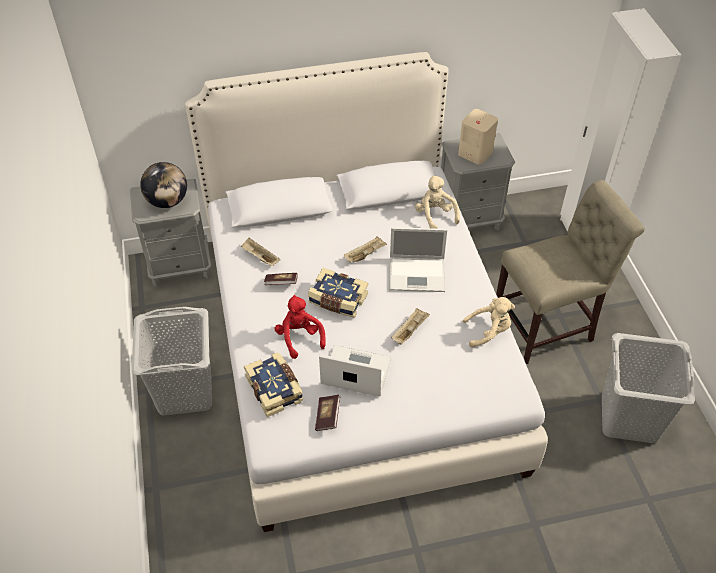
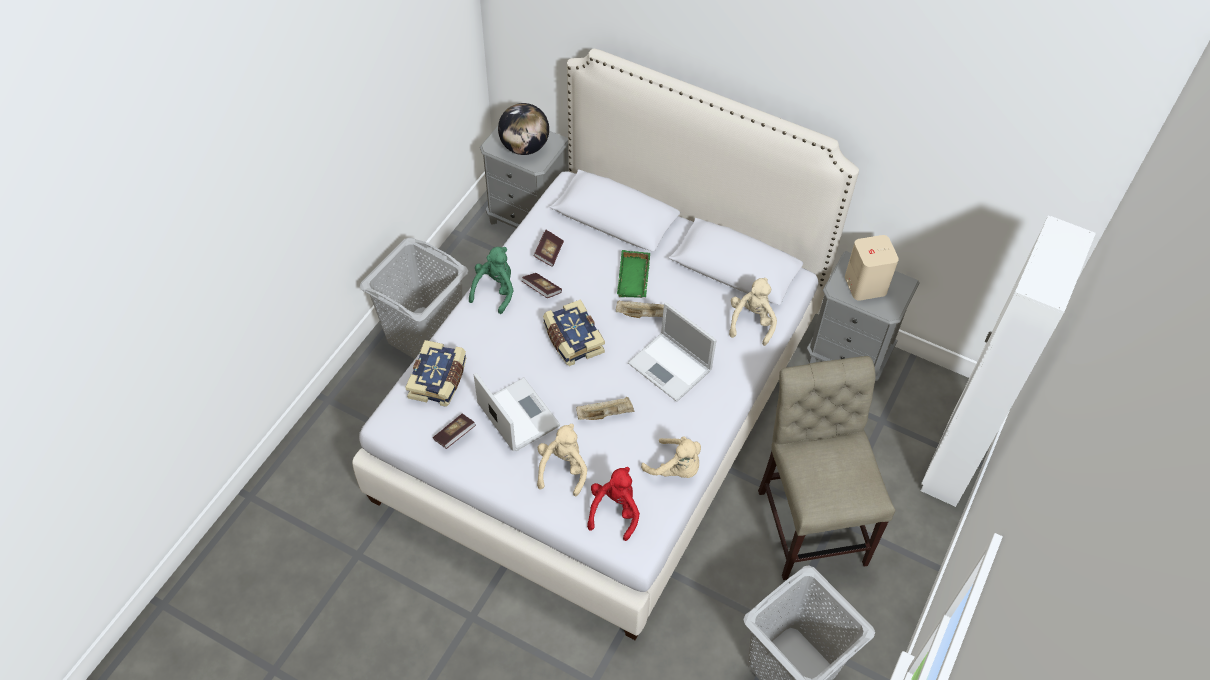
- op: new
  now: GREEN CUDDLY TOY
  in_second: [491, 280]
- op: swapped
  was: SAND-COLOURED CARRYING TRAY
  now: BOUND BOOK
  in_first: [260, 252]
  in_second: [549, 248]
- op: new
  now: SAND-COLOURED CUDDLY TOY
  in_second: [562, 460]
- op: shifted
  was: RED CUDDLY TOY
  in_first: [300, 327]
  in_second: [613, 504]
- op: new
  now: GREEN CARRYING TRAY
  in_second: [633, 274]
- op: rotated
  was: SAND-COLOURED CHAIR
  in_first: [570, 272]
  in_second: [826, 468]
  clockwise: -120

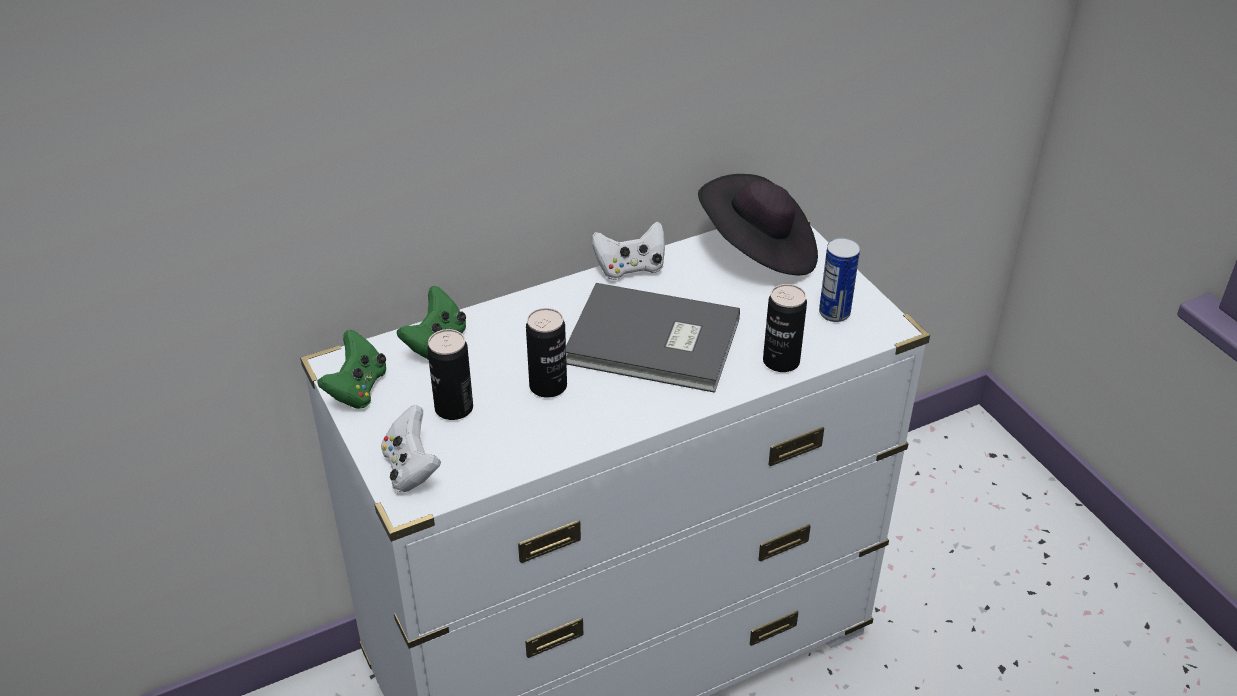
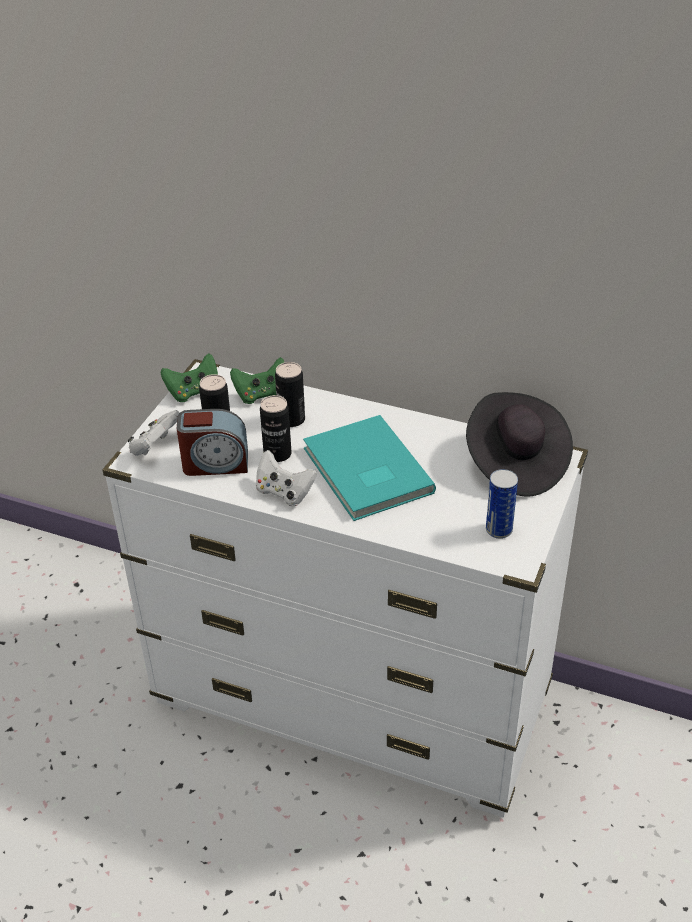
- op: new
  now: BEDSIDE CLOCK
  in_second: [212, 442]
- op: shifted
  was: WHITISH JOYPAD
  in_first: [628, 250]
  in_second: [286, 478]
- op: shifted
  was: SEALED CAN
  in_first: [785, 328]
  in_second: [290, 394]
- op: repainted
  was: GREYISH BOUND BOOK
  now: TURQUOISE BOUND BOOK
  in_first: [653, 338]
  in_second: [369, 468]

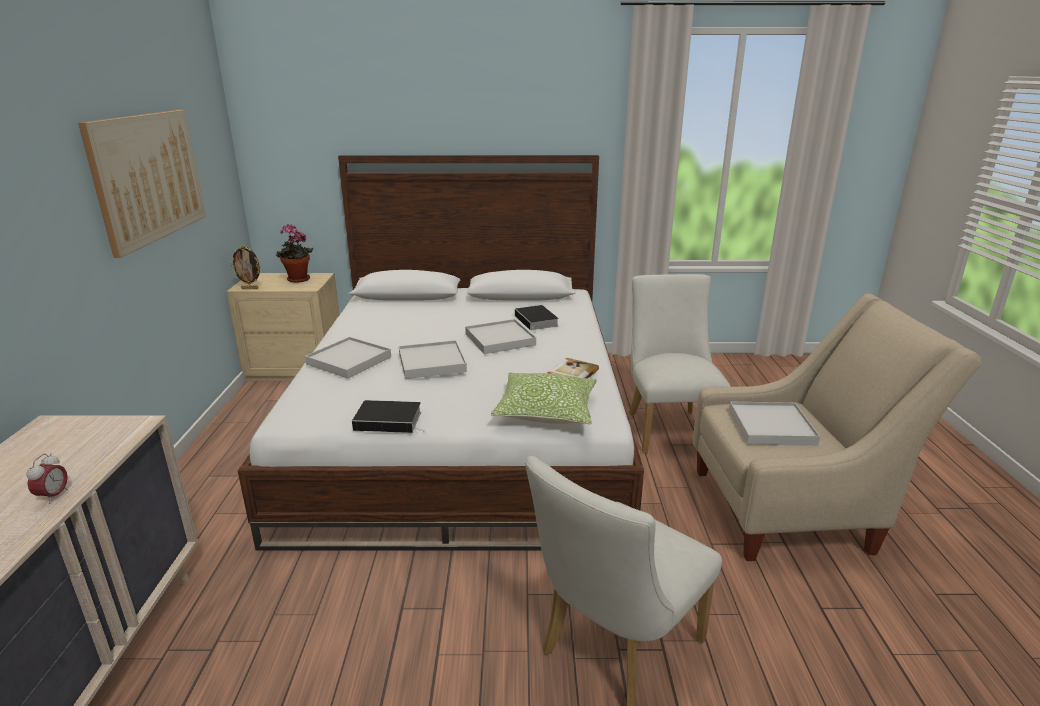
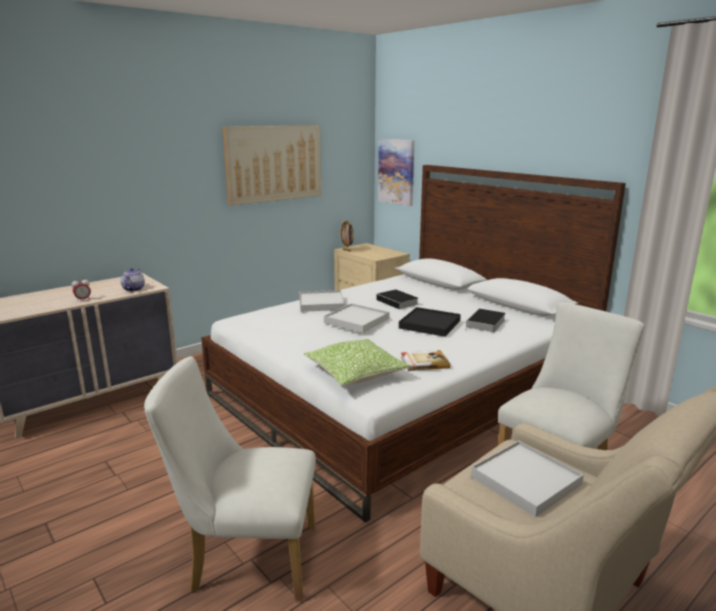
- op: new
  now: TEAPOT
  in_second: [132, 279]
- op: shifted
  was: BOUND BOOK
  in_first: [389, 416]
  in_second: [397, 300]
- op: new
  now: WALL ART
  in_second: [396, 172]
- op: repainted
  was: WHITISH CARRYING TRAY
  now: BLACK CARRYING TRAY
  in_first: [500, 336]
  in_second: [430, 322]
- op: gone
  was: HOUSEPLANT
  in_first: [294, 253]

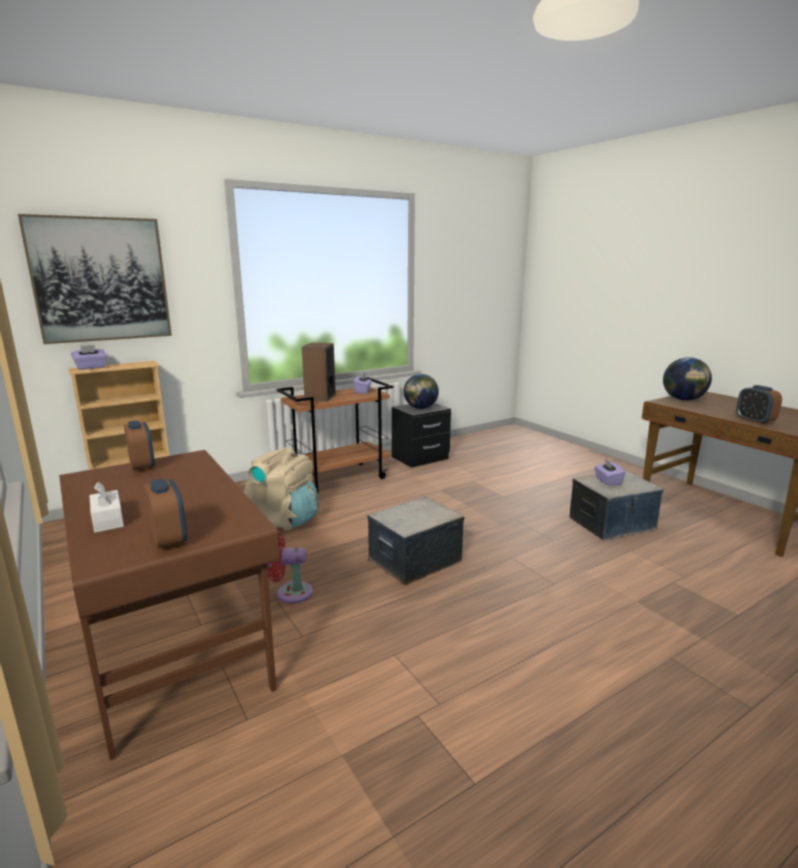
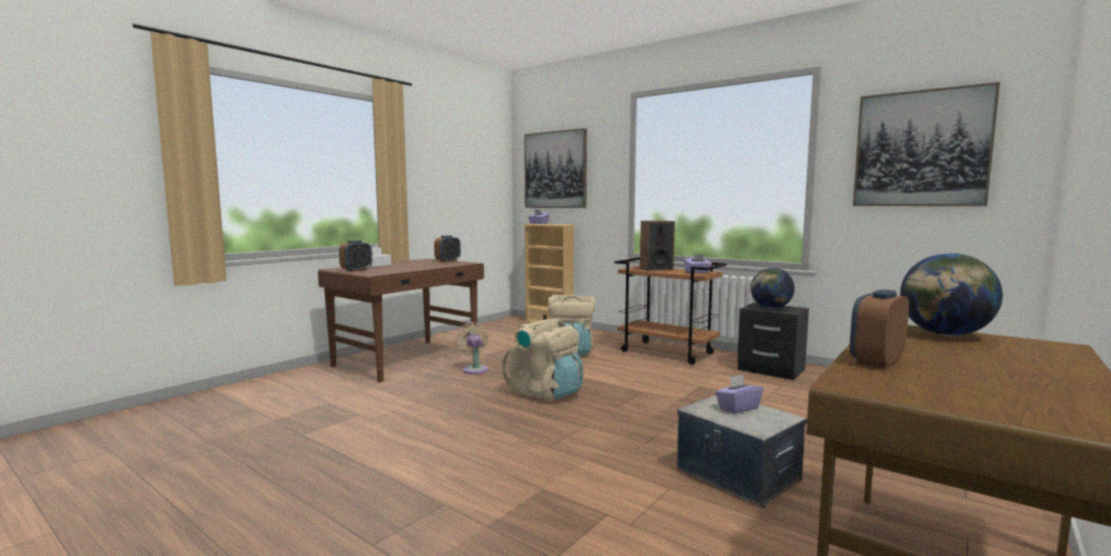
- op: repainted
  was: RED FAN
  now: SAND-COLOURED FAN
  in_first: [290, 568]
  in_second: [471, 348]
- op: swapped
  was: STORAGE BOX
  now: SAND-COLOURED KNAPSACK
  in_first: [415, 540]
  in_second: [542, 360]
- op: new
  now: WALL ART
  in_second: [926, 144]

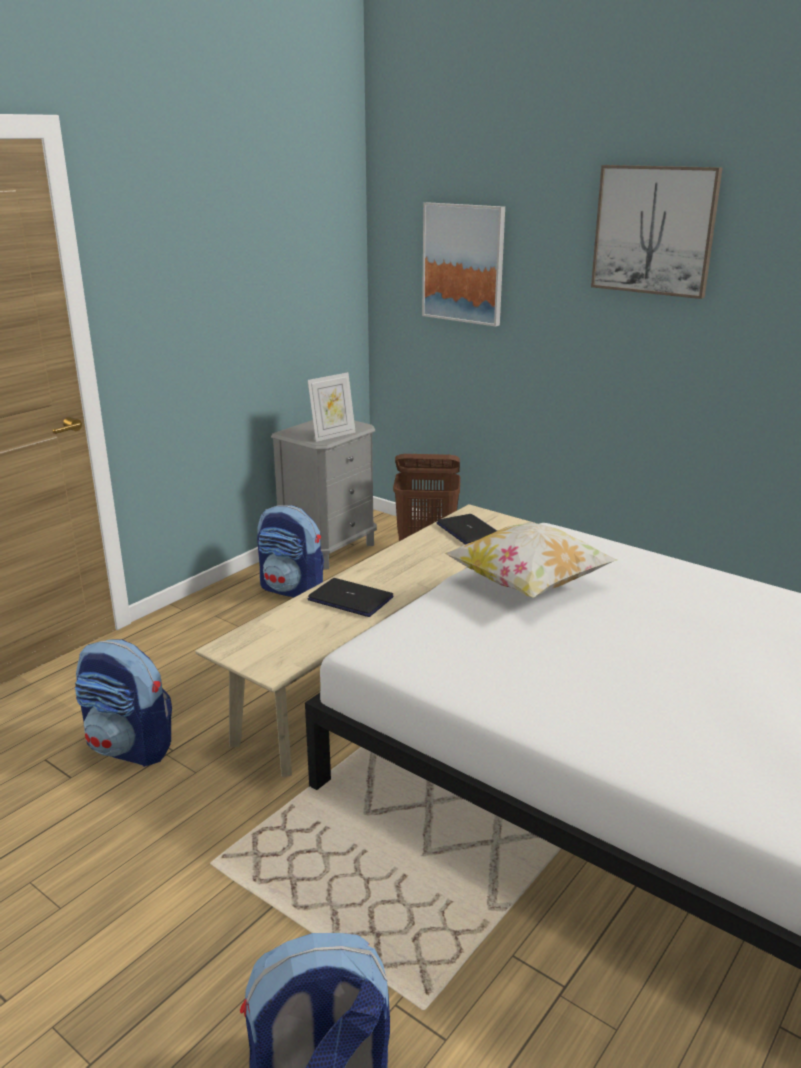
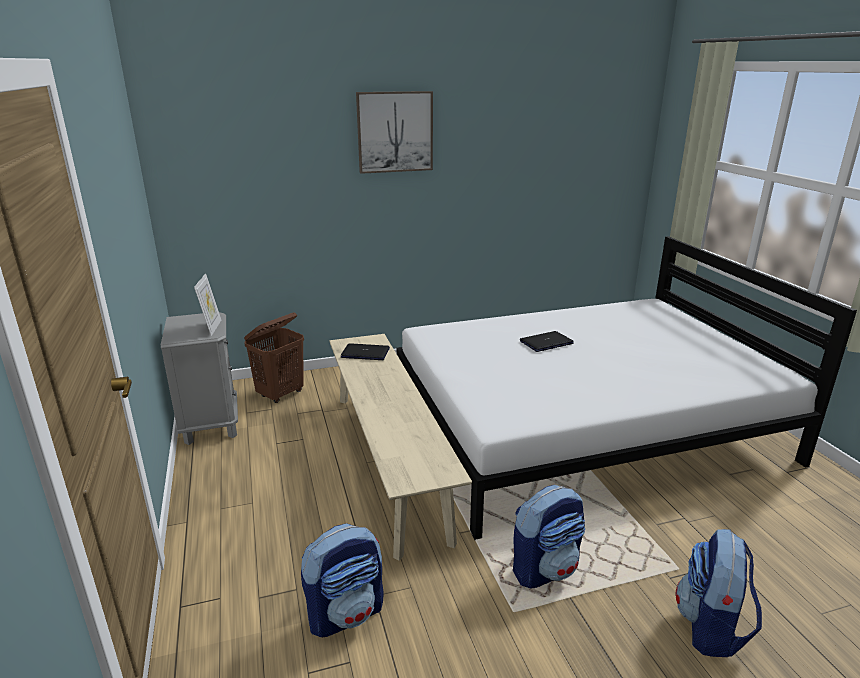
- op: shifted
  was: KNAPSACK
  in_first: [290, 551]
  in_second: [549, 536]
- op: shifted
  was: LAPTOP
  in_first: [350, 597]
  in_second: [547, 341]
- op: gone
  was: WALL ART
  in_first: [463, 264]
- op: gone
  was: THROW PILLOW
  in_first: [531, 560]

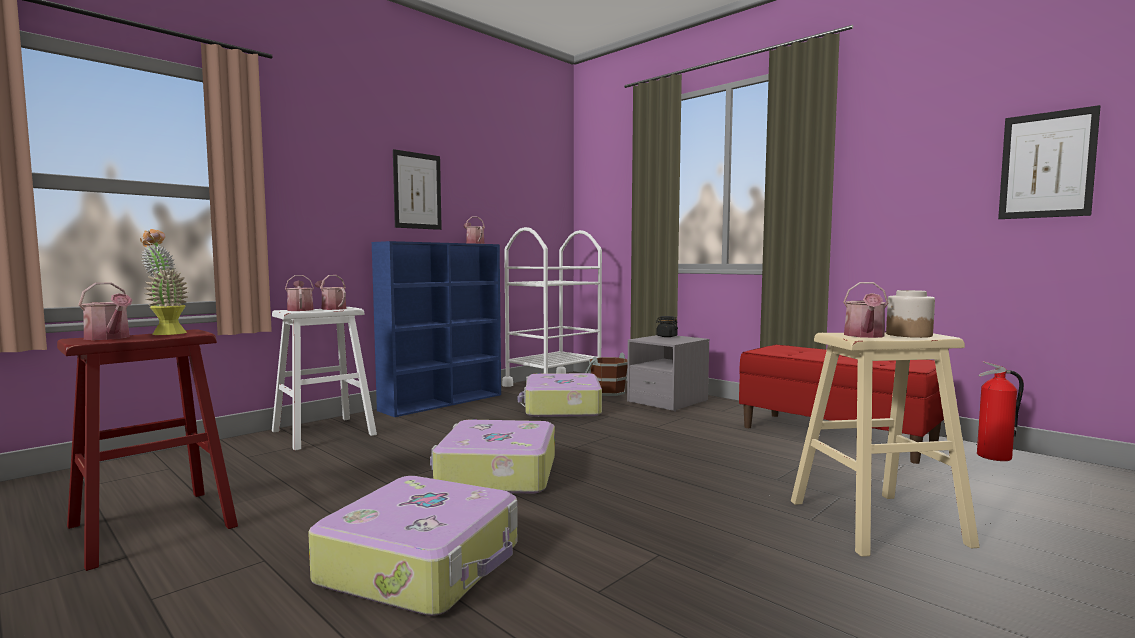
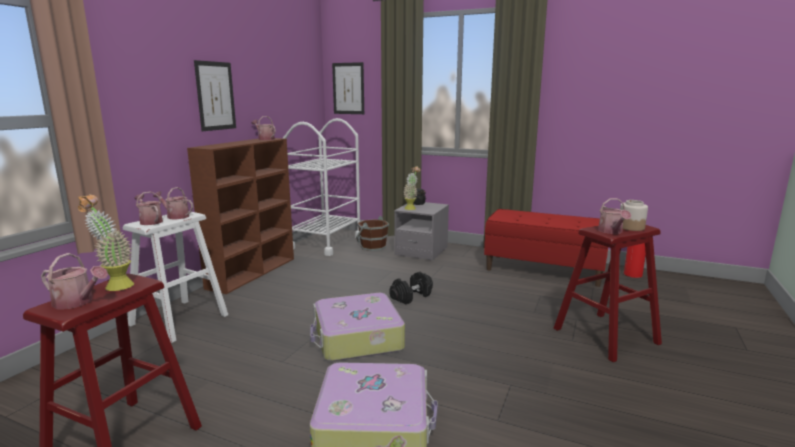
- op: repainted
  was: BLUE-COLOURED SHELVING UNIT
  now: BROWN-COLOURED SHELVING UNIT
  in_first: [436, 329]
  in_second: [240, 216]
- op: shifted
  was: WALL ART
  in_first: [1049, 162]
  in_second: [348, 88]
- op: new
  now: BLACK DUMBBELL
  in_second: [411, 288]
- op: new
  now: HOUSEPLANT
  in_second: [411, 188]
- op: repainted
  was: SAND-COLOURED SITTING STOOL
  now: RED SITTING STOOL
  in_first: [885, 444]
  in_second: [608, 293]
- op: gone
  was: PIECE OF LUGGAGE
  in_first: [560, 395]

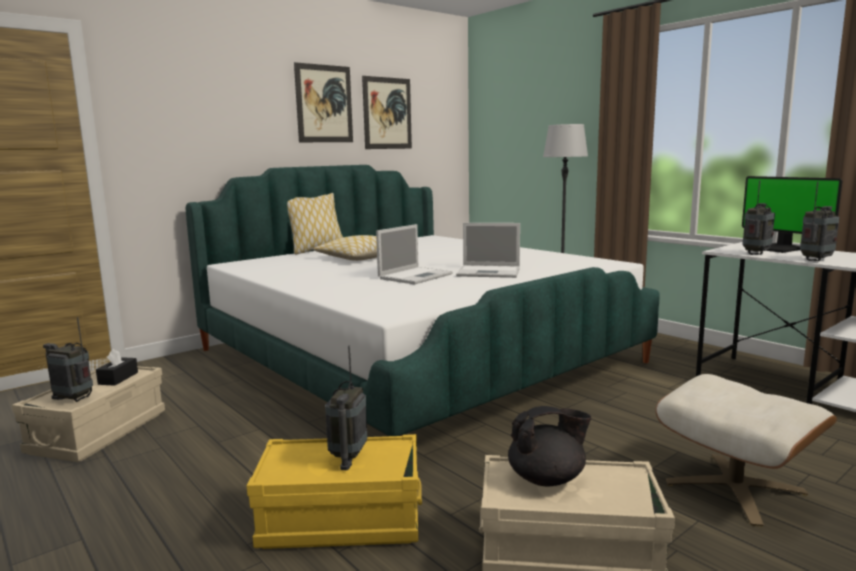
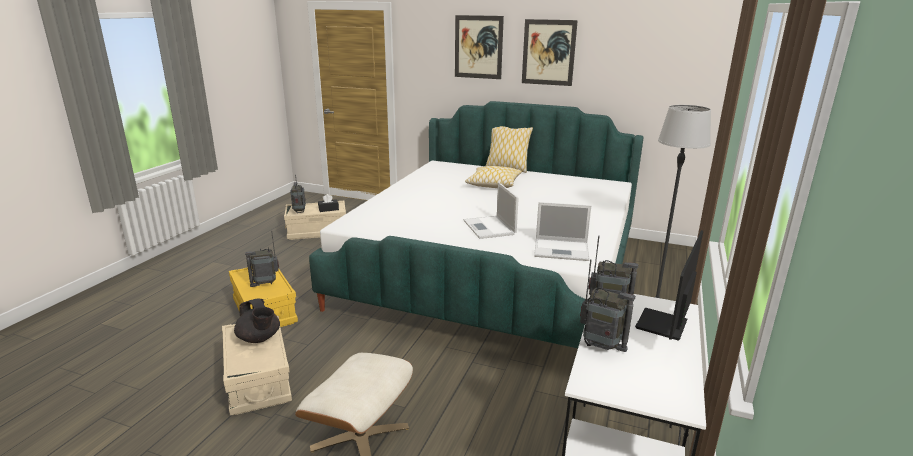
- op: shifted
  was: WALL ART
  in_first: [387, 112]
  in_second: [479, 47]
- op: shifted
  was: LAPTOP
  in_first: [414, 254]
  in_second: [562, 231]

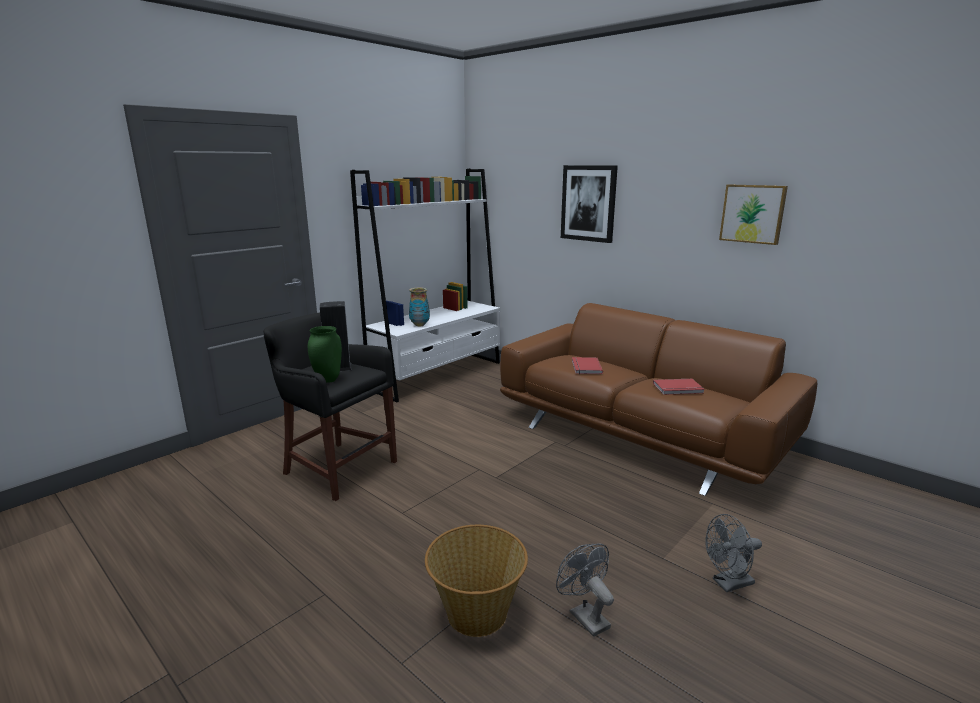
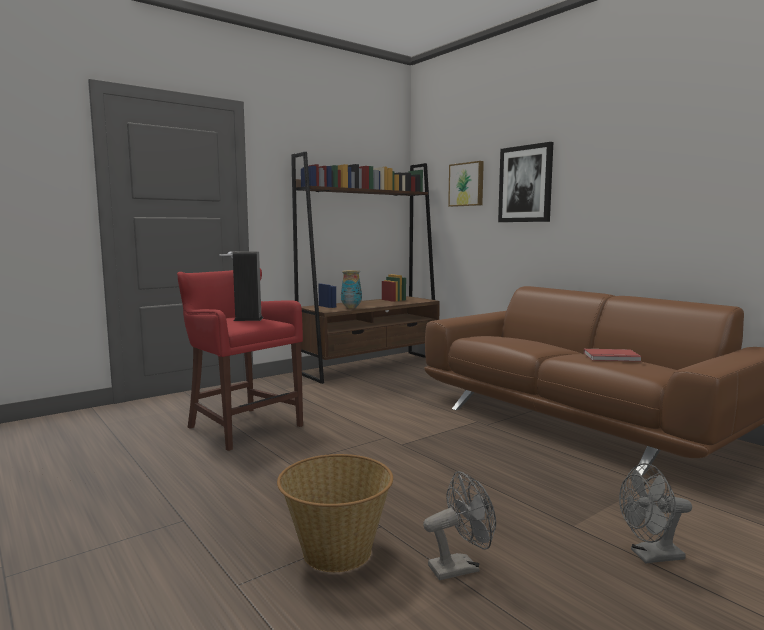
- op: repainted
  was: BLACK SITTING STOOL
  now: RED SITTING STOOL
  in_first: [330, 406]
  in_second: [240, 359]
- op: repainted
  was: WHITISH SHELVING UNIT
  now: BROWN-COLOURED SHELVING UNIT
  in_first: [425, 286]
  in_second: [365, 268]
- op: rotated
  was: GREYISH FAN
  in_first: [585, 590]
  in_second: [459, 525]
  clockwise: 90
- op: shifted
  was: WALL ART
  in_first: [753, 214]
  in_second: [466, 184]
- op: gone
  was: GREEN DECORATIVE VASE
  in_first: [325, 354]
- op: gone
  was: RED BOUND BOOK
  in_first: [587, 365]

